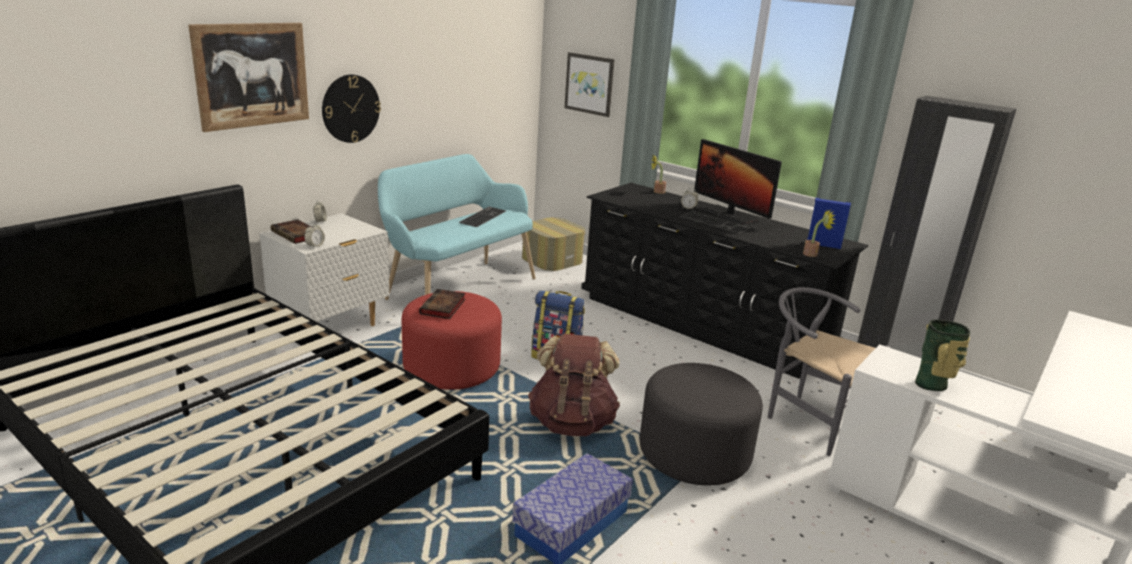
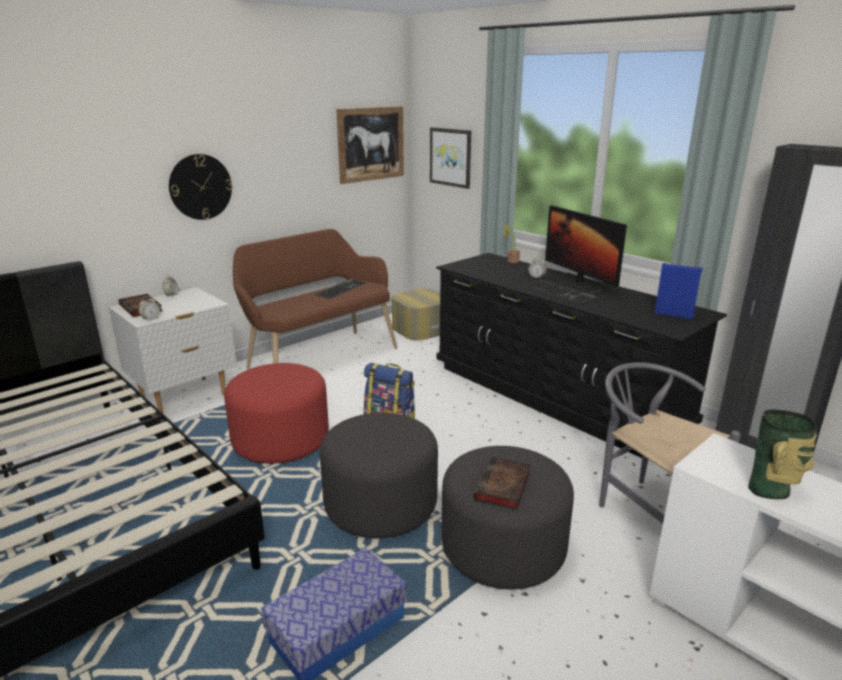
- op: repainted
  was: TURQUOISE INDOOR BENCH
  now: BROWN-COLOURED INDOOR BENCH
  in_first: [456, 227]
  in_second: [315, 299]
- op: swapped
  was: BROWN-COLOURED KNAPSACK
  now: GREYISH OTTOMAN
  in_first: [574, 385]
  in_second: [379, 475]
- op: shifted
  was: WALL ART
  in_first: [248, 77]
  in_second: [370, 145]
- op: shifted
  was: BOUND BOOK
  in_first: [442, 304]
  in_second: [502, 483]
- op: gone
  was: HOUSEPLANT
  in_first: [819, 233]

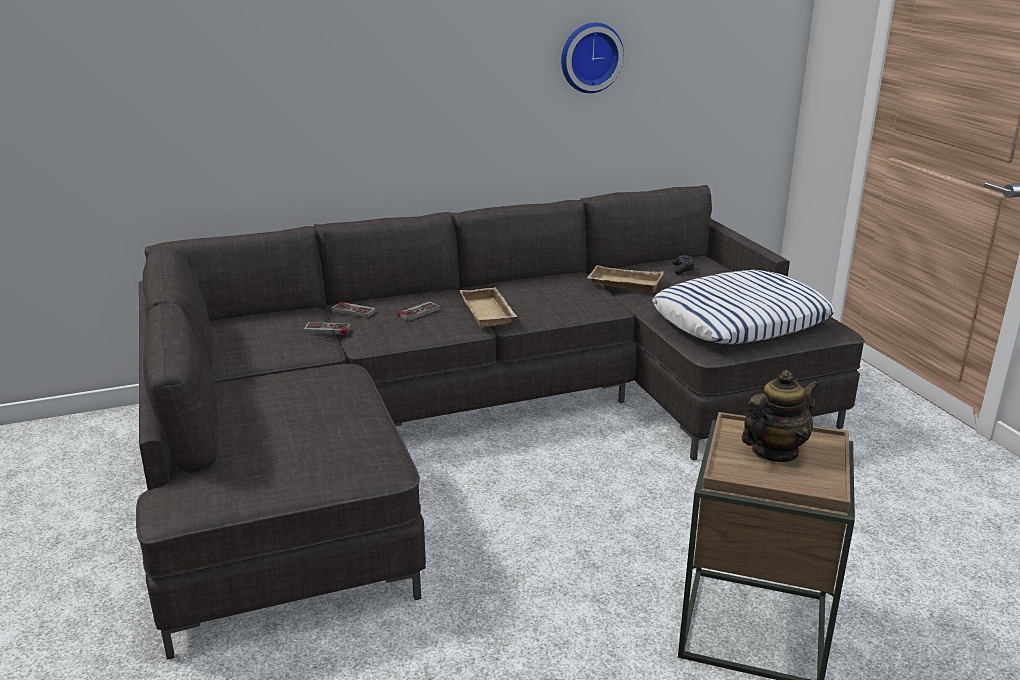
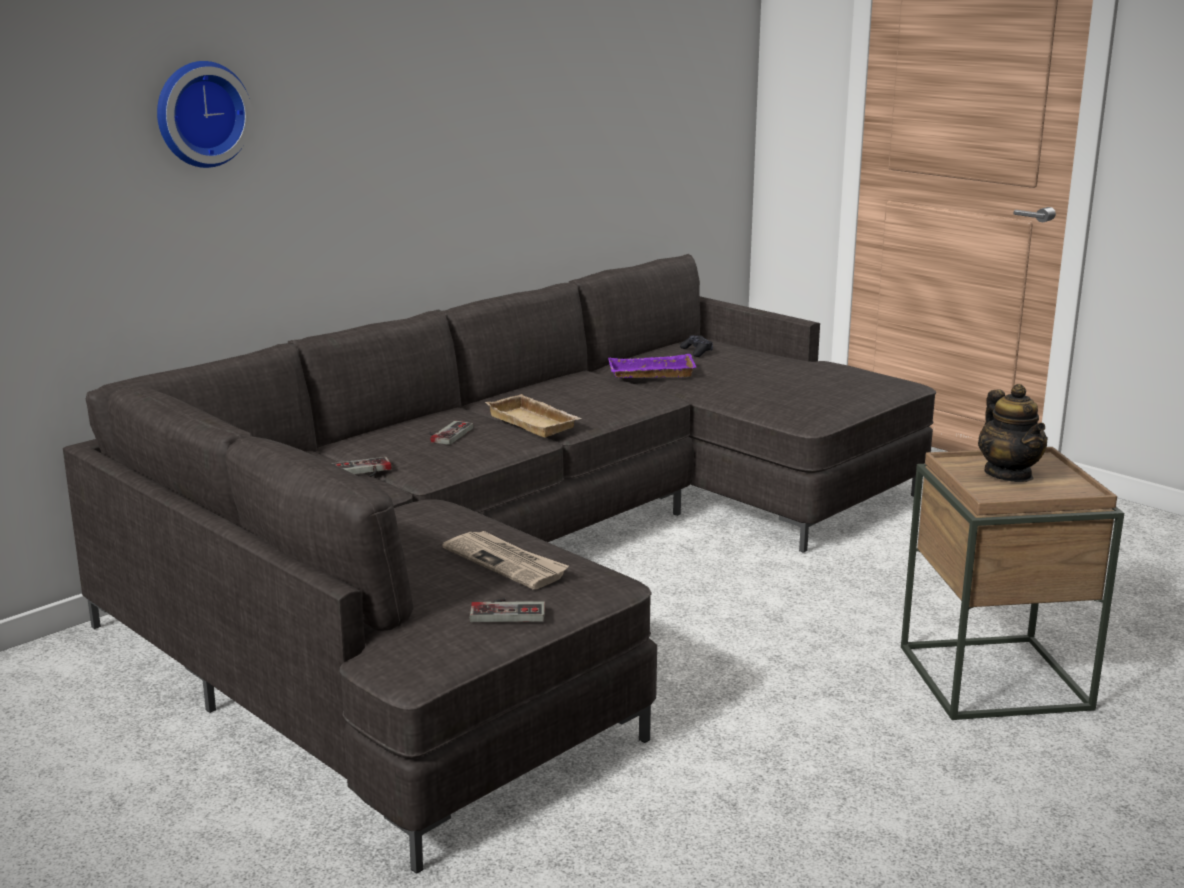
- op: shifted
  was: CLOCK ON THE WALL
  in_first: [592, 58]
  in_second: [204, 114]
- op: new
  now: PRINTED PAPER
  in_second: [505, 560]
- op: shifted
  was: JOYPAD
  in_first: [354, 310]
  in_second: [507, 610]
- op: repainted
  was: SAND-COLOURED CARRYING TRAY
  now: PURPLE-COLOURED CARRYING TRAY
  in_first: [625, 278]
  in_second: [652, 366]
- op: rotated
  was: TEAPOT
  in_first: [780, 416]
  in_second: [1013, 433]
  clockwise: 135
- op: gone
  was: THROW PILLOW
  in_first: [743, 307]

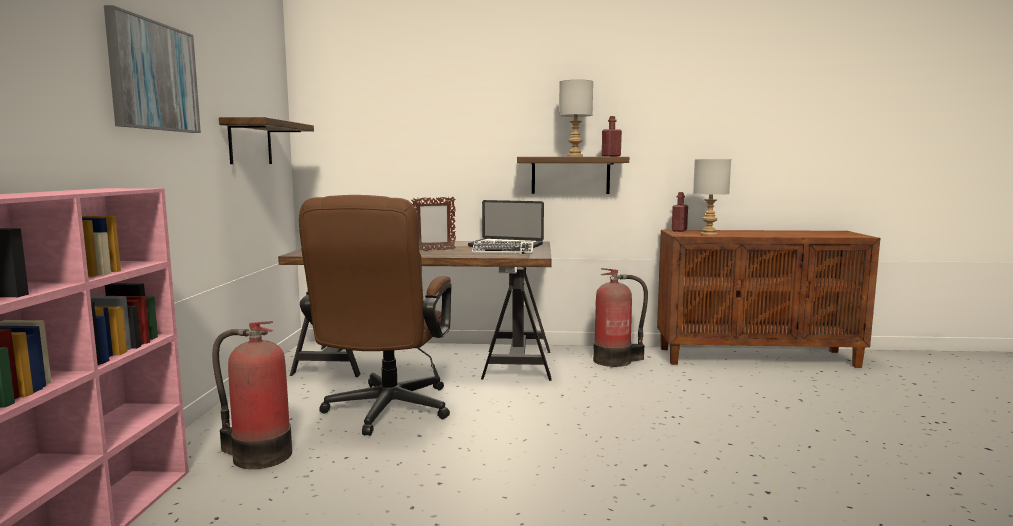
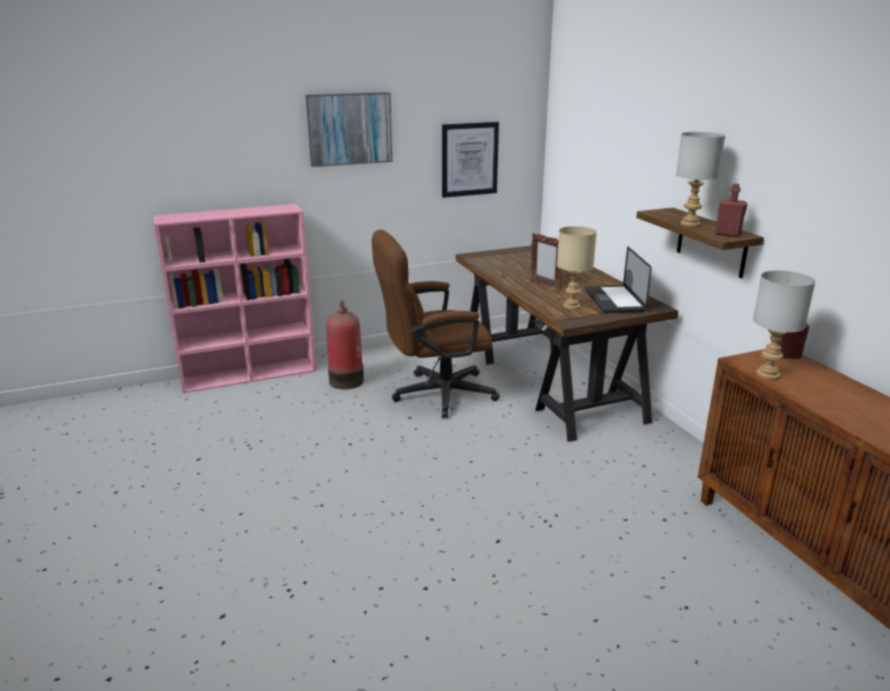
- op: swapped
  was: WALL SHELF
  now: WALL ART
  in_first: [266, 140]
  in_second: [470, 160]
- op: swapped
  was: COMPUTER KEYBOARD
  now: SAND-COLOURED TABLE LAMP
  in_first: [502, 247]
  in_second: [577, 268]
- op: gone
  was: EXTINGUISHER
  in_first: [620, 317]

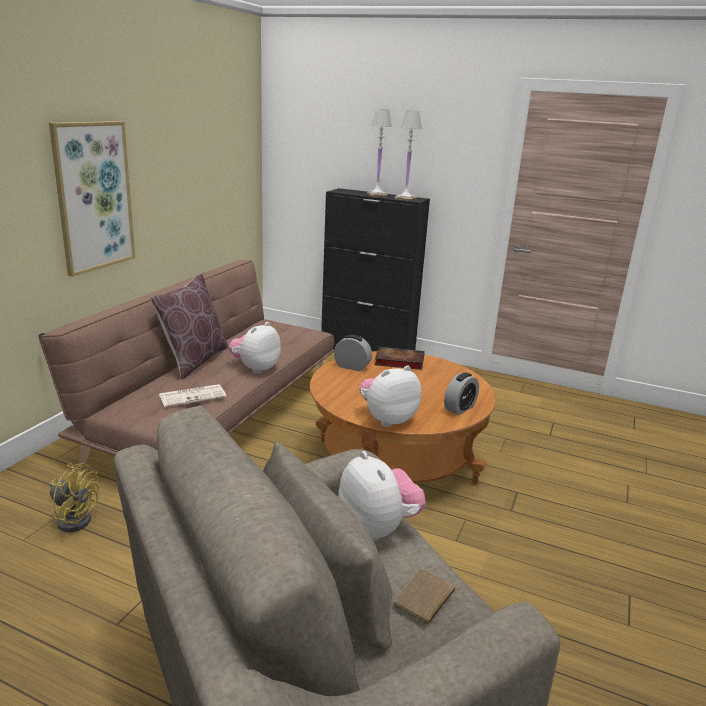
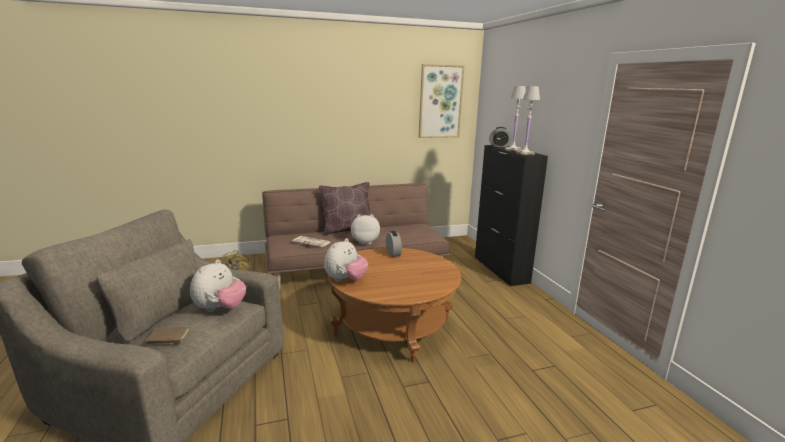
- op: rotated
  was: CUDDLY TOY
  in_first: [390, 396]
  in_second: [346, 260]
  clockwise: 105
- op: shifted
  was: WALL ART
  in_first: [92, 199]
  in_second: [441, 101]
- op: shifted
  was: BEDSIDE CLOCK
  in_first: [461, 393]
  in_second: [500, 137]
- op: gone
  was: BOUND BOOK
  in_first: [400, 358]

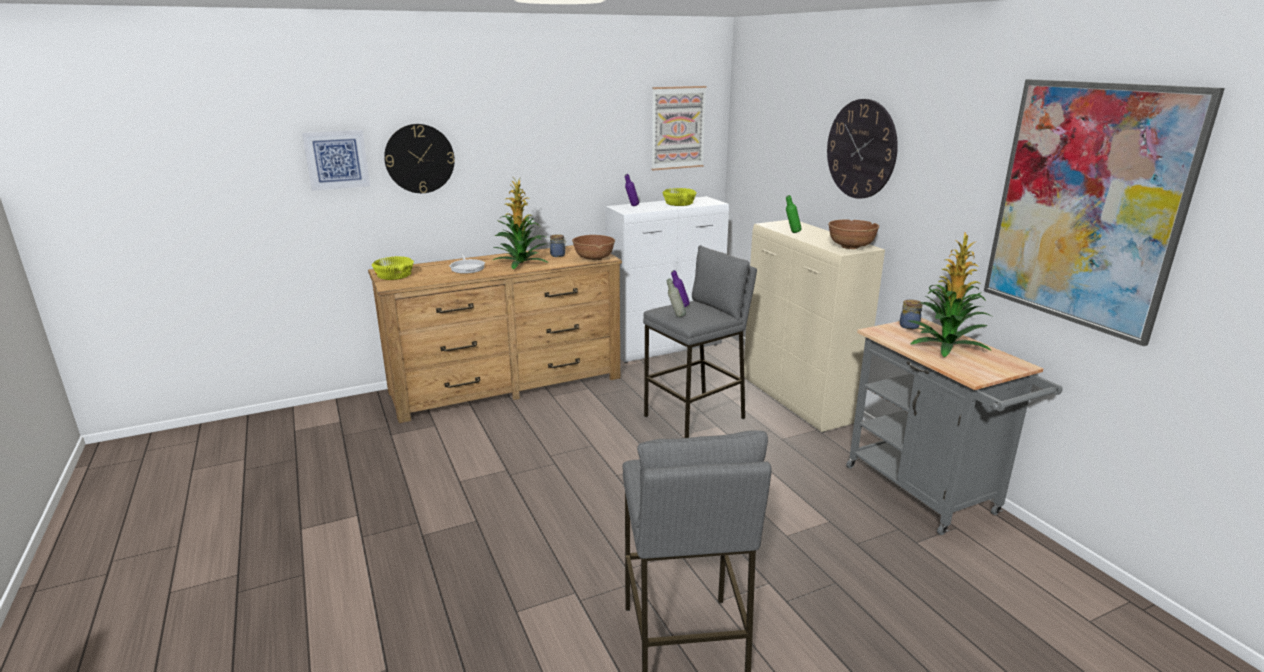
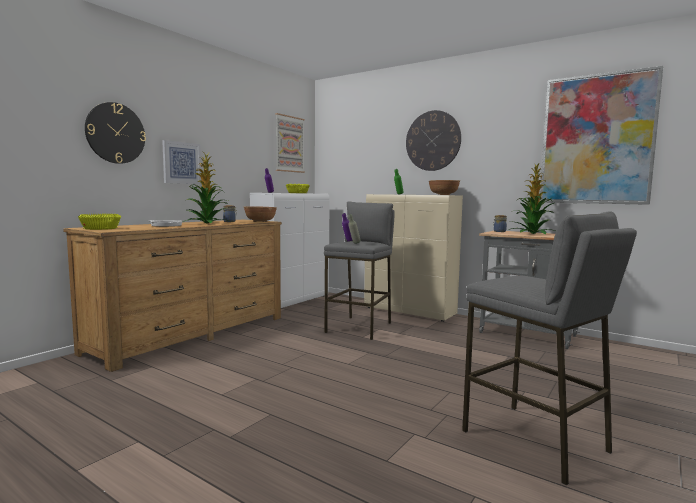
- op: shifted
  was: WALL ART
  in_first: [336, 160]
  in_second: [181, 162]

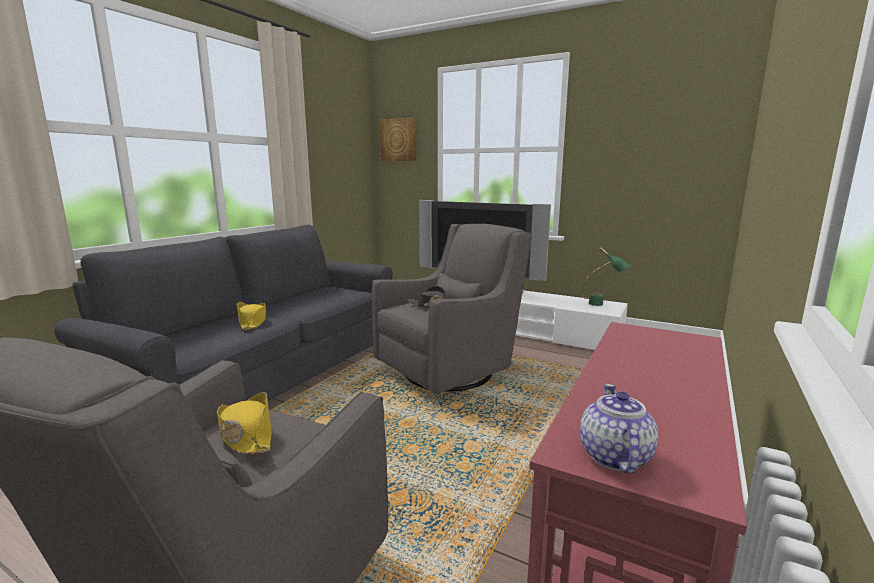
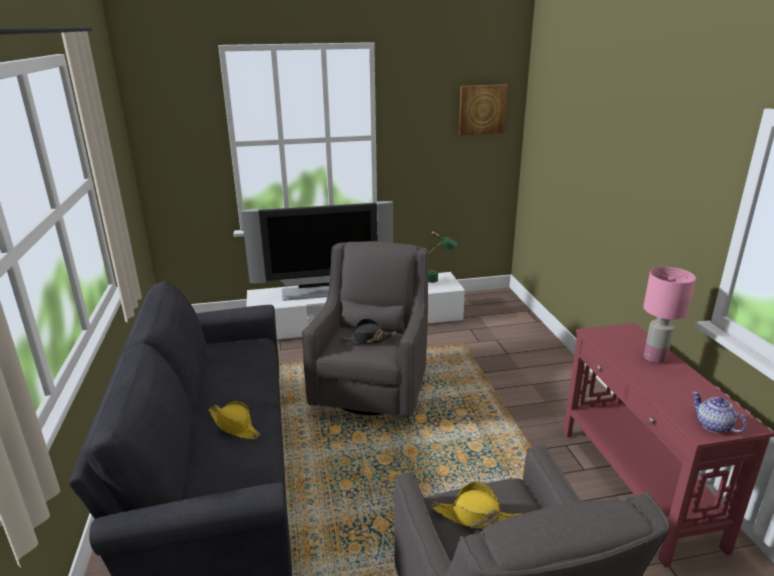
- op: shifted
  was: WALL ART
  in_first: [397, 139]
  in_second: [483, 110]
- op: new
  now: PINK TABLE LAMP
  in_second: [669, 315]

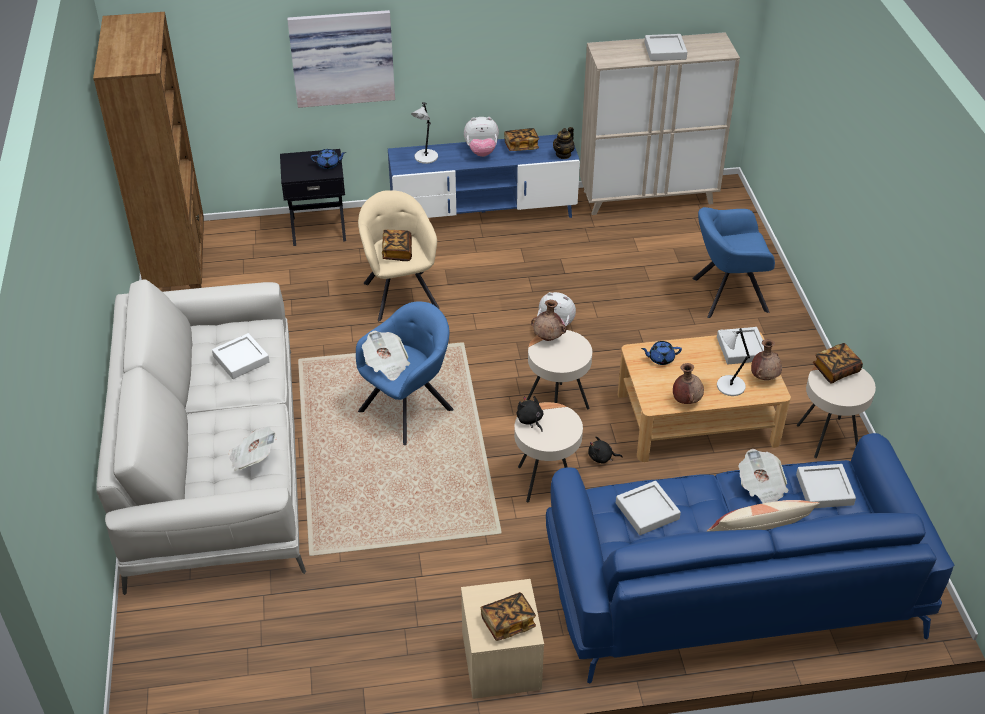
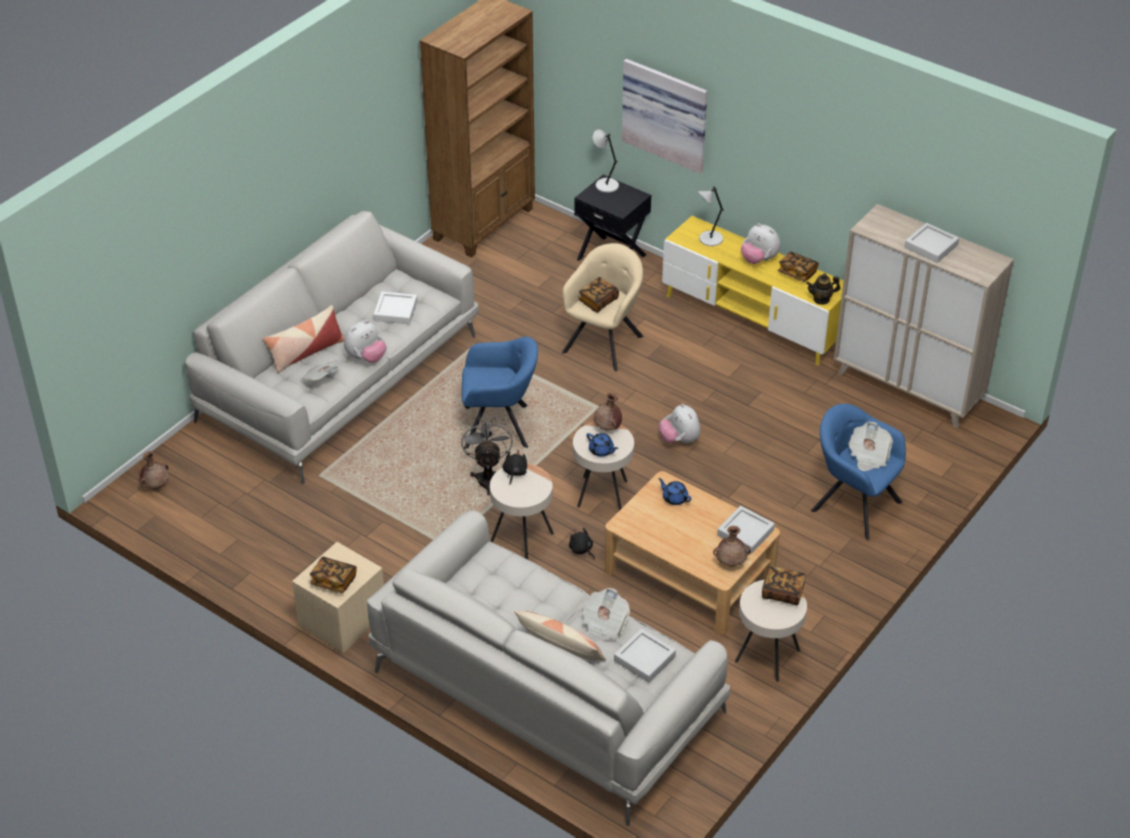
- op: shifted
  was: BROWN-COLOURED DECORATIVE VASE
  in_first: [688, 383]
  in_second: [154, 470]
- op: new
  now: THROW PILLOW
  in_second: [304, 339]
- op: new
  now: CUDDLY TOY
  in_second: [365, 341]
- op: repainted
  was: BLUE-COLOURED SETTEE
  now: WHITISH SETTEE
  in_first: [750, 558]
  in_second: [548, 668]
- op: new
  now: GREYISH FAN
  in_second: [487, 456]
- op: shifted
  was: BLUE-COLOURED TEAPOT
  in_first: [328, 159]
  in_second: [602, 445]
- op: shifted
  was: GREYISH TABLE LAMP
  in_first: [733, 362]
  in_second: [606, 161]
- op: repainted
  was: BLUE-COLOURED TV STAND
  now: YELLOWISH TV STAND
  in_first: [484, 176]
  in_second: [753, 291]
- op: shifted
  was: PRINTED PAPER
  in_first: [386, 355]
  in_second: [870, 446]
- op: gone
  was: GREYISH CARRYING TRAY
  in_first: [648, 508]

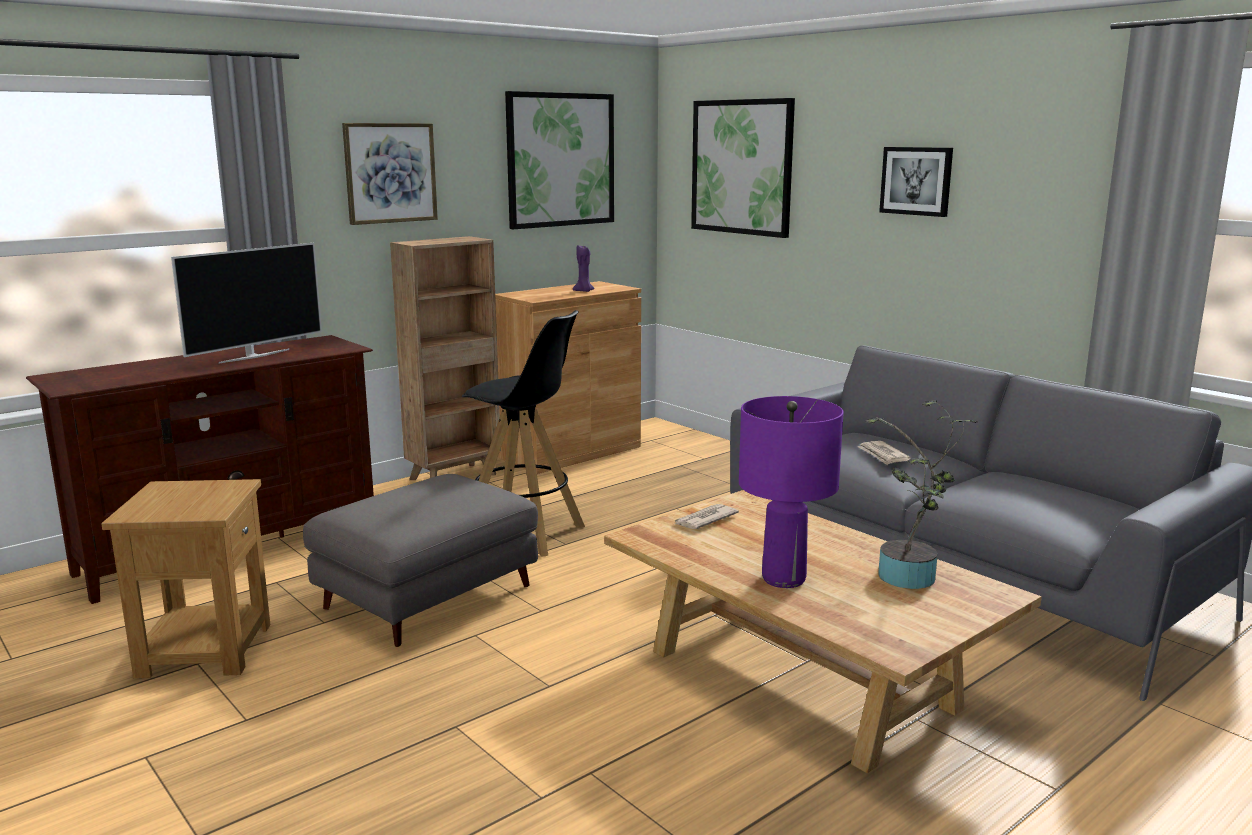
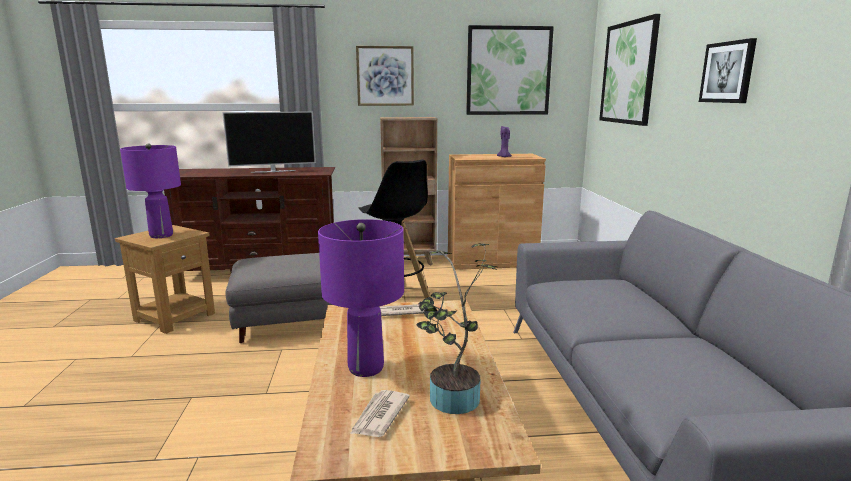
- op: new
  now: PURPLE-COLOURED TABLE LAMP
  in_second: [150, 190]
- op: shifted
  was: PRINTED PAPER
  in_first: [884, 453]
  in_second: [380, 413]

